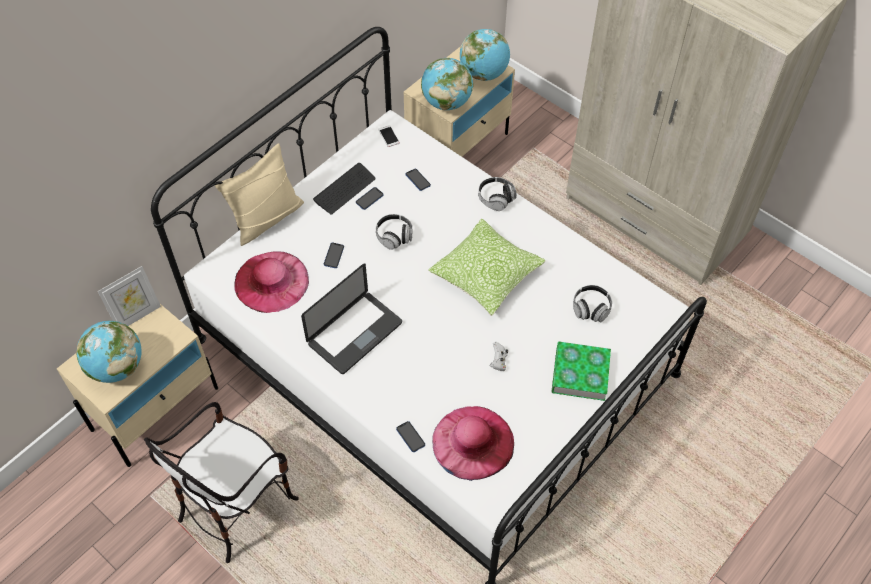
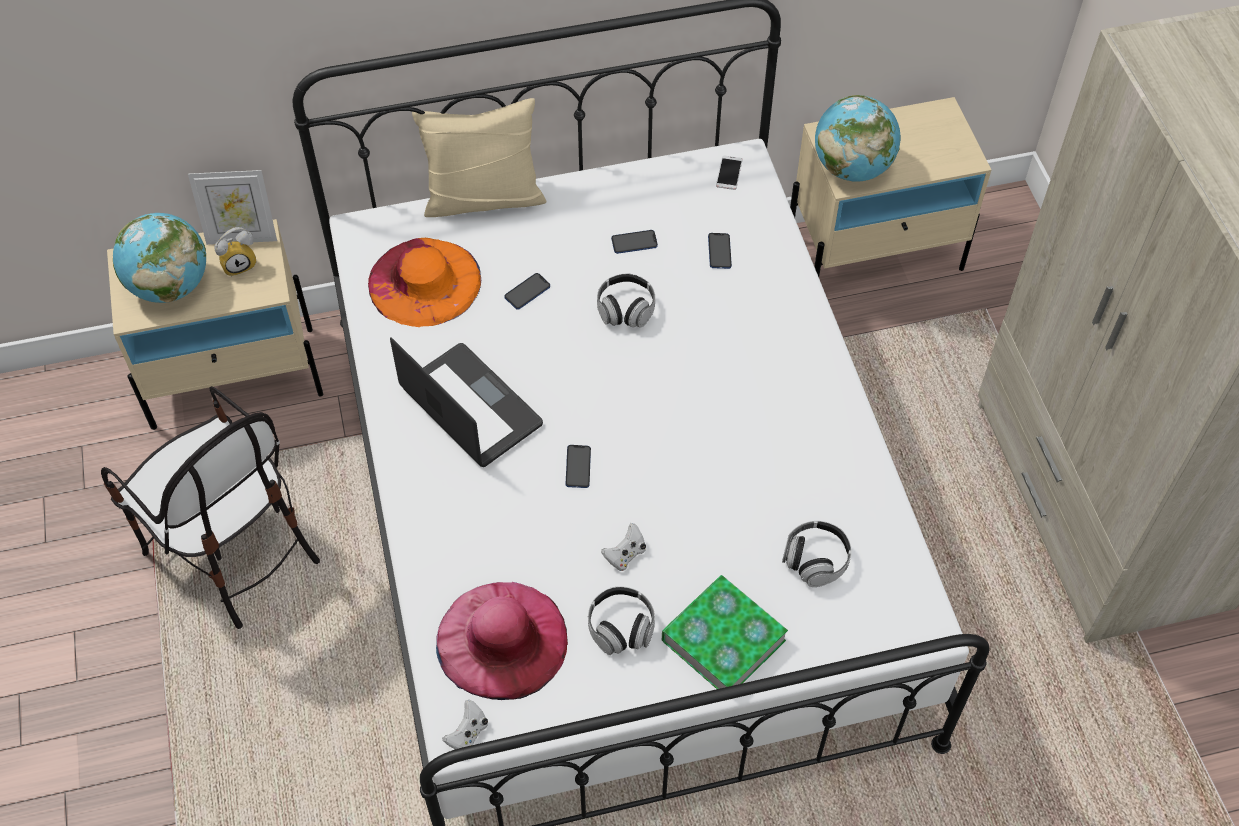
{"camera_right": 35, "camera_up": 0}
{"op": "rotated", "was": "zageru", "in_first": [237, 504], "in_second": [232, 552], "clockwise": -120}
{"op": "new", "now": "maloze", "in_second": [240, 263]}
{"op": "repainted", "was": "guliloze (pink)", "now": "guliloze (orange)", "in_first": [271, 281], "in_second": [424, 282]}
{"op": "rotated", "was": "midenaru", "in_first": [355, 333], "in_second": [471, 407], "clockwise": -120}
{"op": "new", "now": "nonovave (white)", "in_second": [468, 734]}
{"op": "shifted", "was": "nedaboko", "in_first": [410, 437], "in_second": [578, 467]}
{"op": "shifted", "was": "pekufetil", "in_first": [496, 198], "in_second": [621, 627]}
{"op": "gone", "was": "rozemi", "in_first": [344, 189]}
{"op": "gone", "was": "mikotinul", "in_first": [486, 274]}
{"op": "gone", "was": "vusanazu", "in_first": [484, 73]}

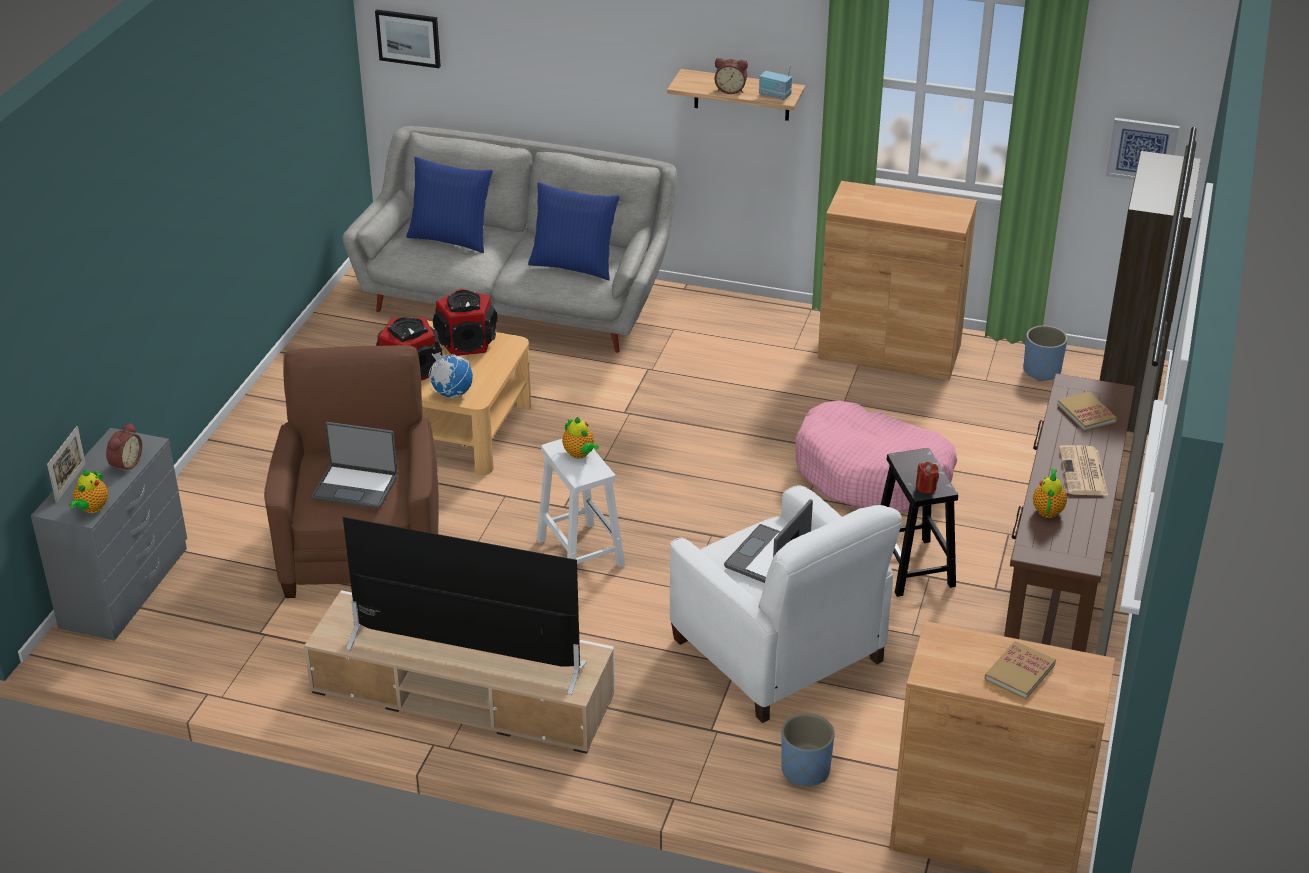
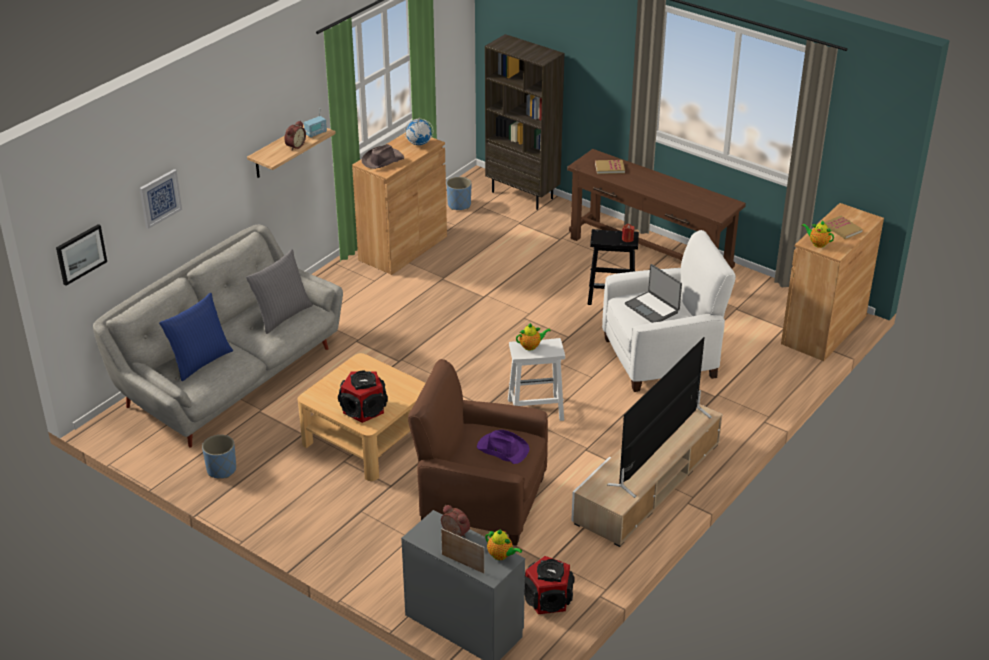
{"camera_right": -70, "camera_up": 0}
{"op": "shifted", "was": "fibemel", "in_first": [1142, 150], "in_second": [159, 198]}
{"op": "shifted", "was": "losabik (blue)", "in_first": [805, 771], "in_second": [221, 470]}
{"op": "repainted", "was": "mikotinul (blue)", "now": "mikotinul (grey)", "in_first": [574, 265], "in_second": [282, 315]}
{"op": "new", "now": "guliloze (brown)", "in_second": [382, 160]}
{"op": "shifted", "was": "vusanazu", "in_first": [451, 393], "in_second": [418, 144]}
{"op": "swapped", "was": "midenaru", "now": "guliloze (purple)", "in_first": [356, 487], "in_second": [502, 449]}
{"op": "shifted", "was": "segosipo", "in_first": [467, 342], "in_second": [548, 599]}
{"op": "shifted", "was": "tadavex", "in_first": [1048, 509], "in_second": [817, 243]}
{"op": "gone", "was": "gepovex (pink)", "in_first": [872, 475]}
{"op": "gone", "was": "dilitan", "in_first": [1083, 472]}

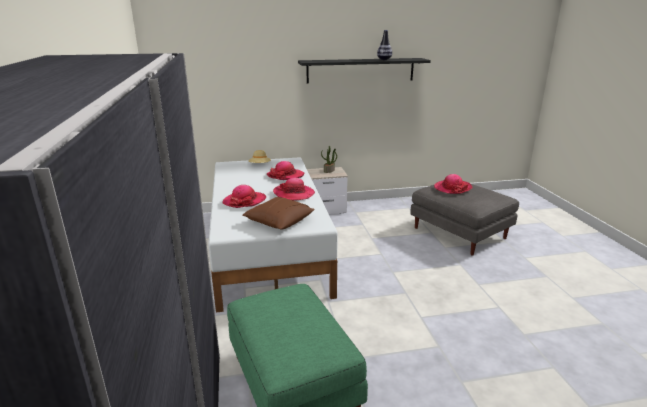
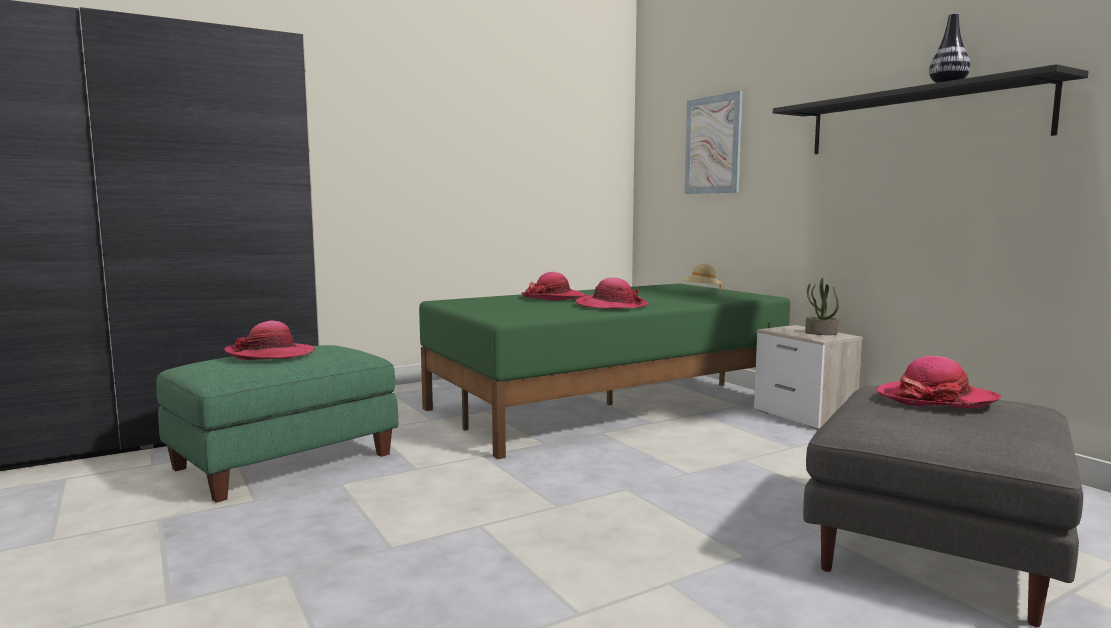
{"camera_right": 70, "camera_up": -15}
{"op": "shifted", "was": "guliloze", "in_first": [285, 175], "in_second": [270, 354]}
{"op": "repainted", "was": "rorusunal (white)", "now": "rorusunal (green)", "in_first": [269, 247], "in_second": [609, 405]}
{"op": "new", "now": "fibemel", "in_second": [713, 145]}
{"op": "gone", "was": "mikotinul (brown)", "in_first": [279, 221]}

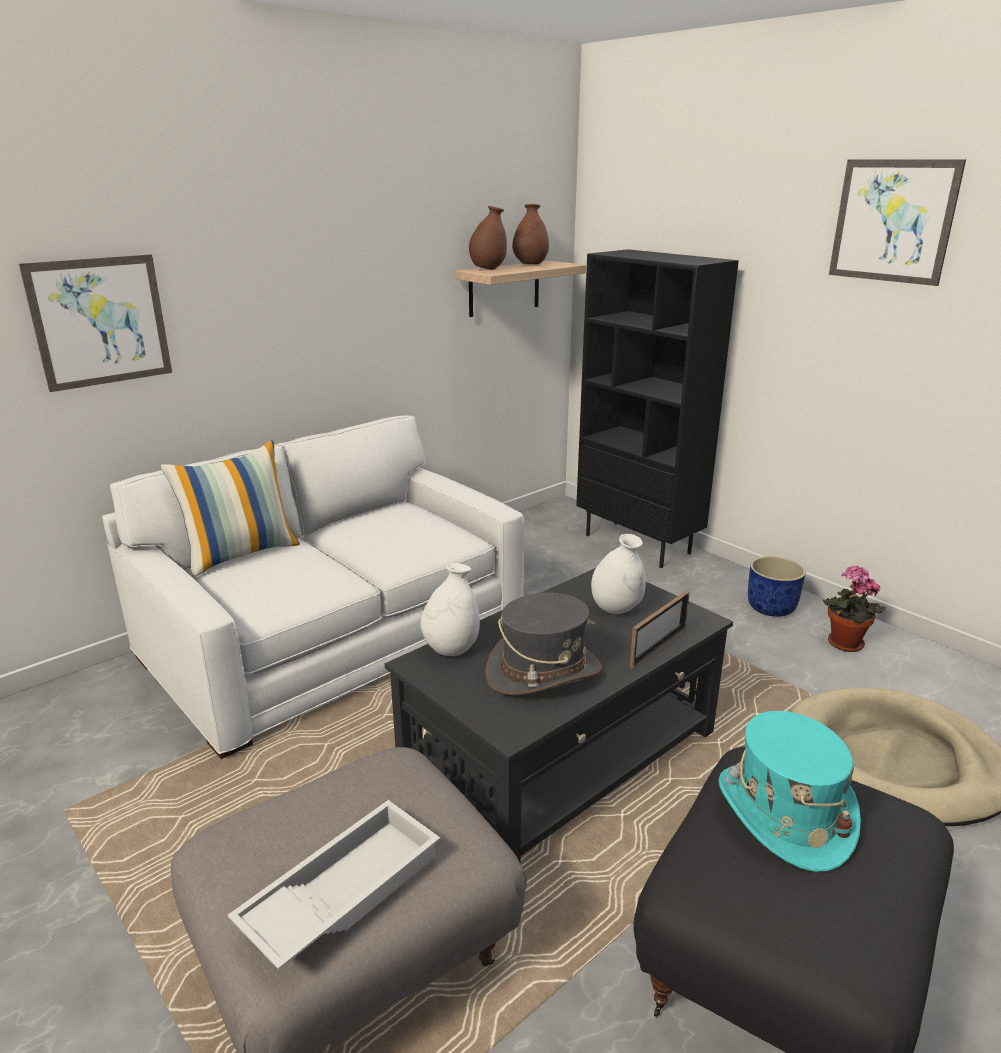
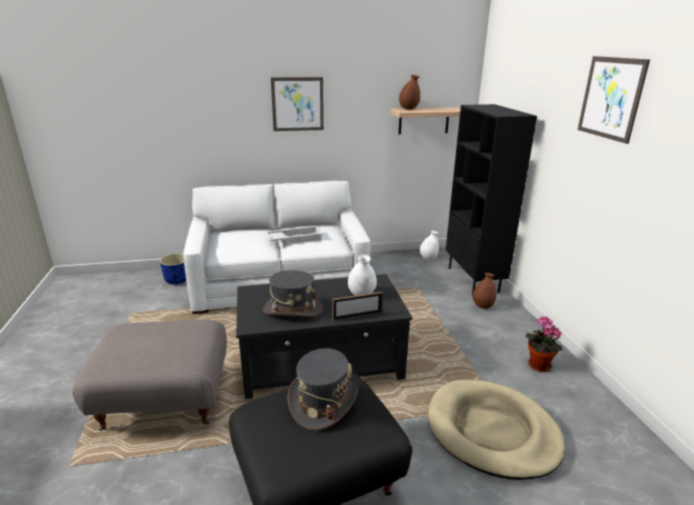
{"camera_right": 30, "camera_up": 0}
{"op": "shifted", "was": "losabik (blue)", "in_first": [772, 608], "in_second": [178, 280]}
{"op": "shifted", "was": "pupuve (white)", "in_first": [341, 891], "in_second": [294, 239]}
{"op": "shifted", "was": "fibemel", "in_first": [100, 322], "in_second": [297, 104]}
{"op": "repainted", "was": "guliloze (turquoise)", "now": "guliloze (grey)", "in_first": [783, 813], "in_second": [322, 402]}
{"op": "shifted", "was": "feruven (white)", "in_first": [451, 649], "in_second": [428, 258]}
{"op": "shifted", "was": "feruven (brown)", "in_first": [530, 264], "in_second": [482, 306]}
{"op": "gone", "was": "mikotinul", "in_first": [241, 554]}

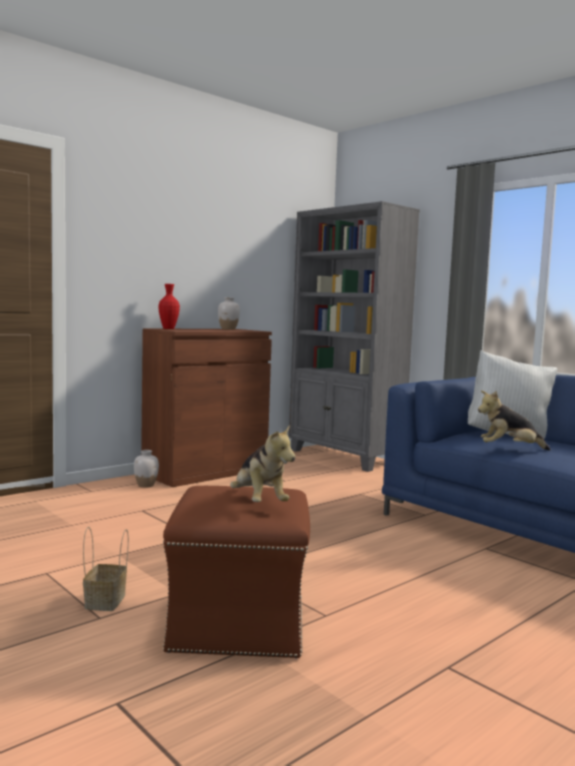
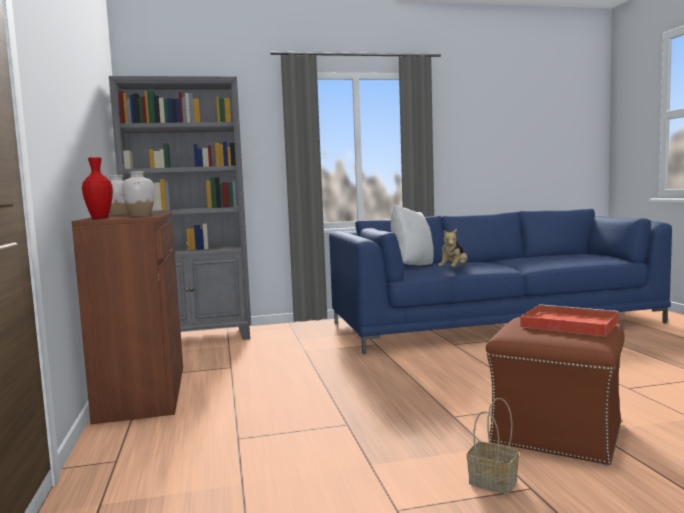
{"camera_right": -60, "camera_up": 0}
{"op": "shifted", "was": "feruven (white)", "in_first": [146, 485], "in_second": [140, 216]}
{"op": "swapped", "was": "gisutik", "now": "pupuve (red)", "in_first": [258, 502], "in_second": [567, 324]}

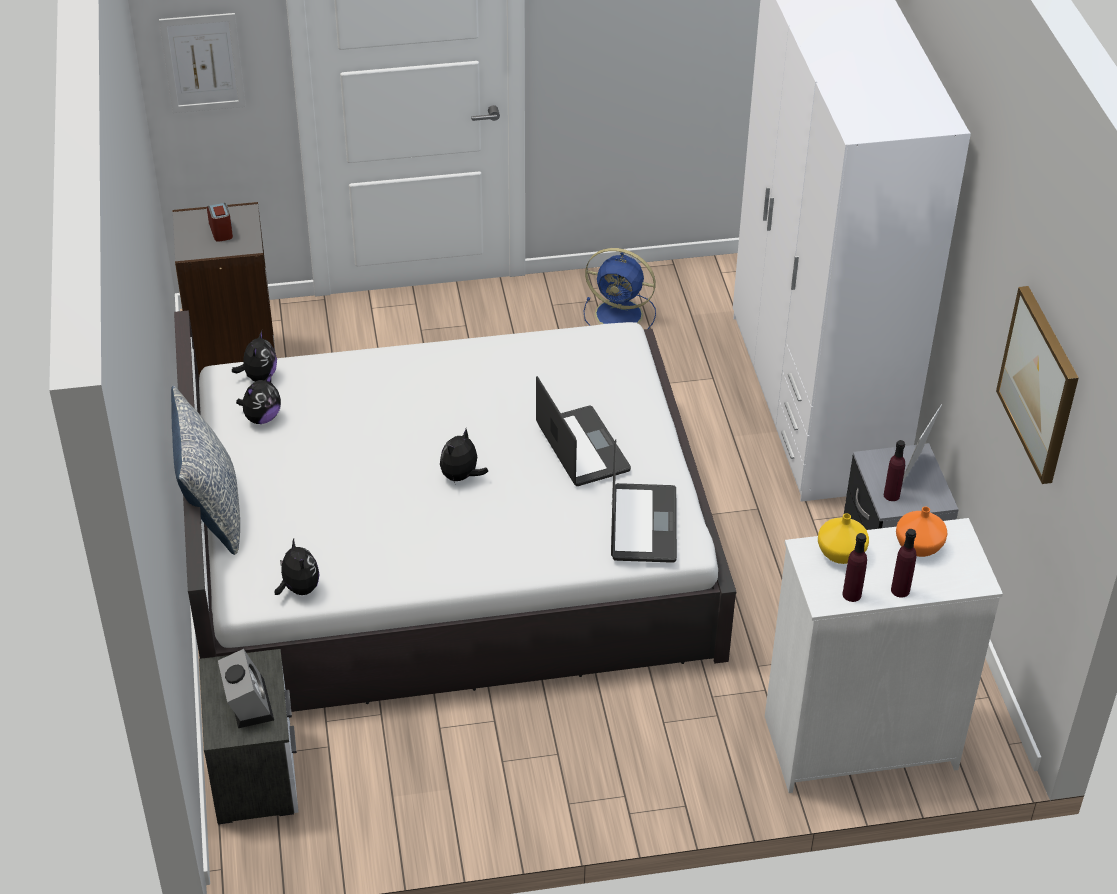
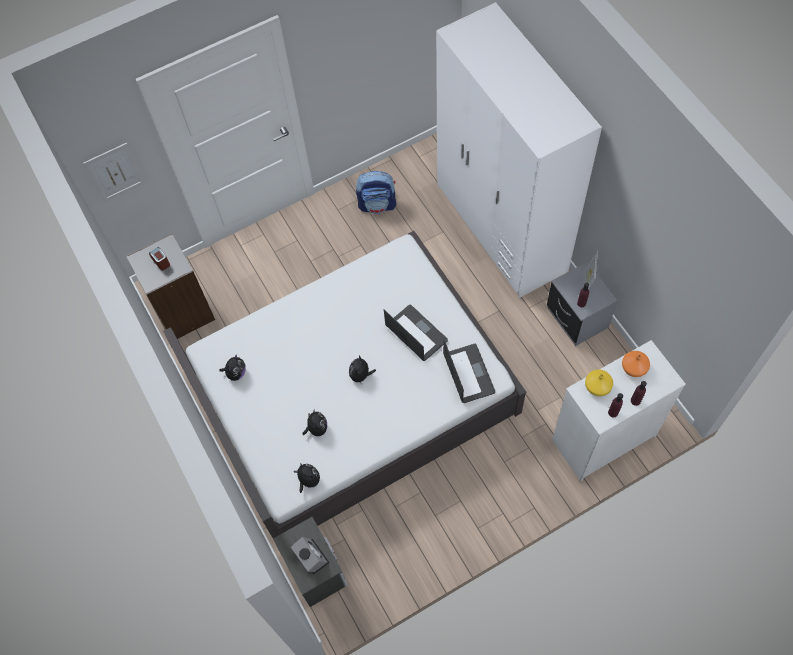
{"camera_right": -15, "camera_up": 20}
{"op": "shifted", "was": "gisutik", "in_first": [259, 377], "in_second": [317, 428]}
{"op": "swapped", "was": "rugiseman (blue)", "now": "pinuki", "in_first": [621, 315], "in_second": [377, 204]}
{"op": "gone", "was": "mikotinul", "in_first": [212, 510]}
{"op": "gone", "was": "fibemel", "in_first": [1040, 384]}

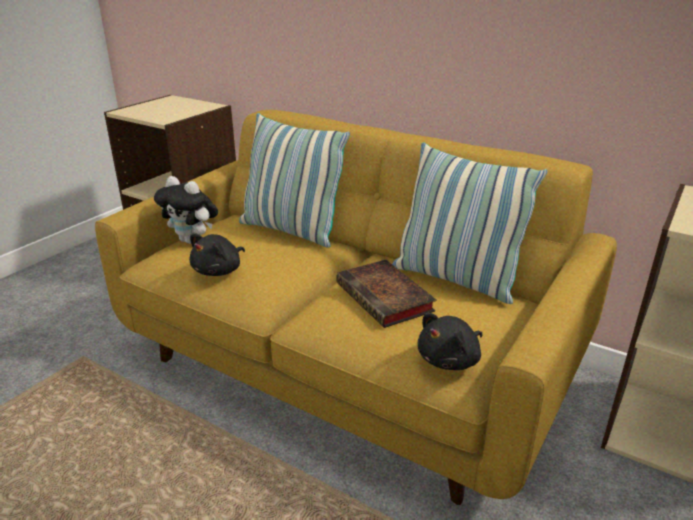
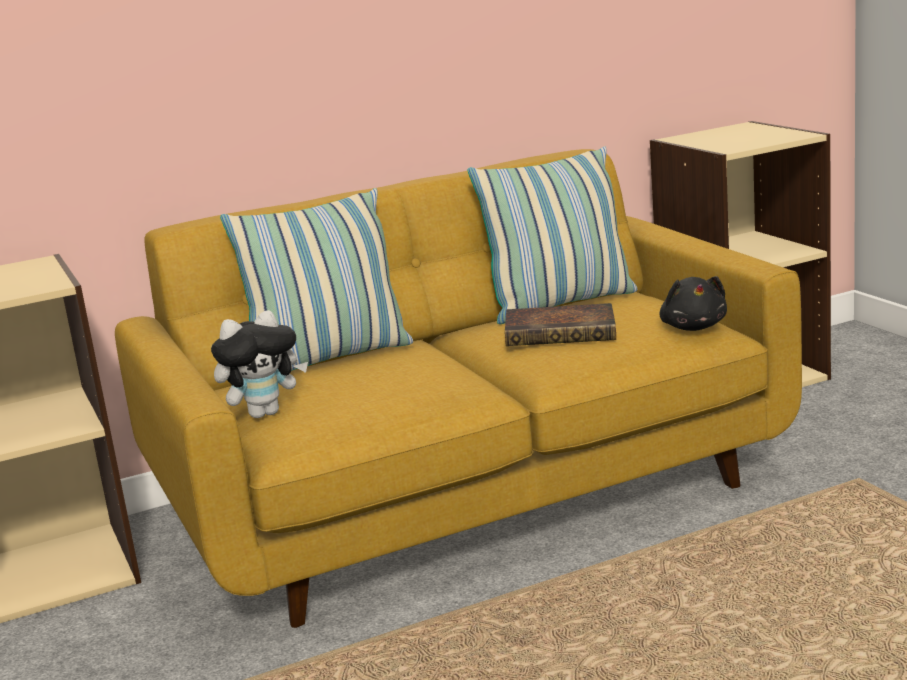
{"camera_right": -55, "camera_up": -10}
{"op": "gone", "was": "gisutik (black)", "in_first": [219, 271]}

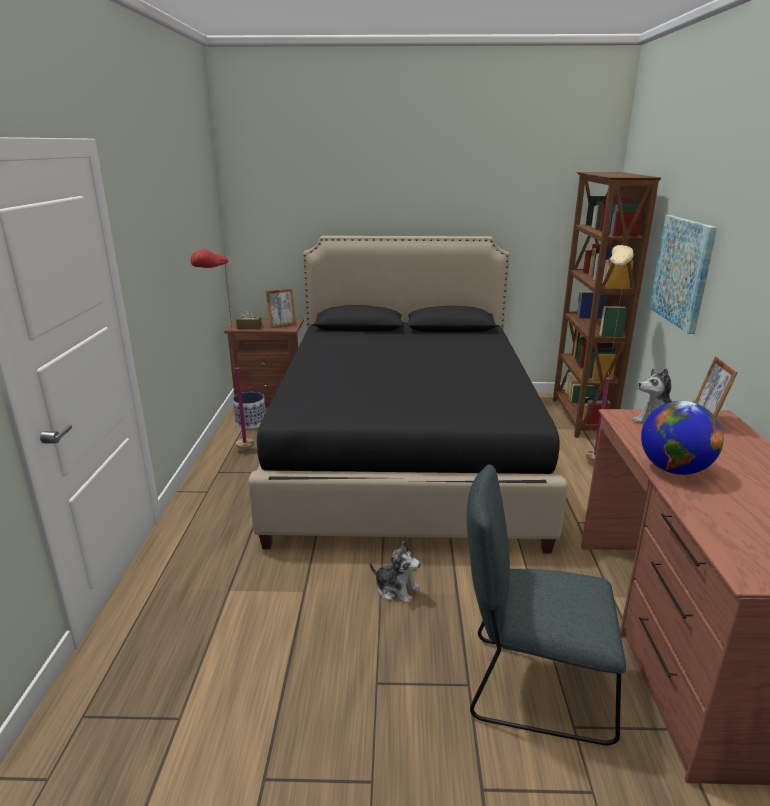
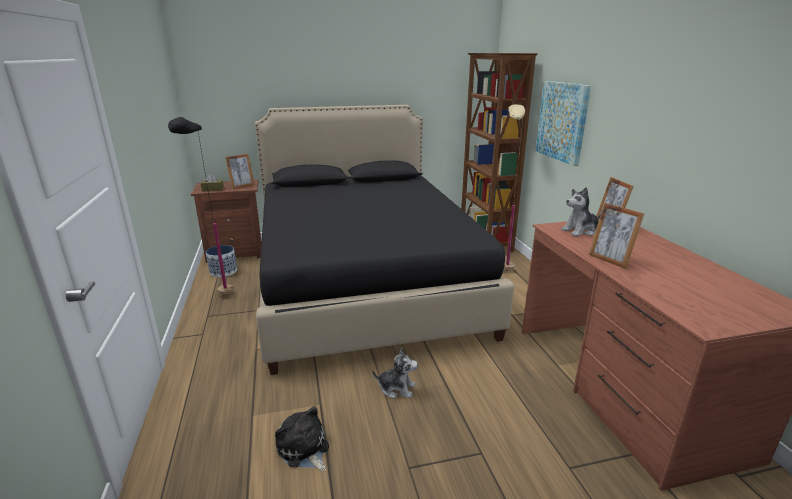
{"camera_right": -15, "camera_up": 0}
{"op": "repainted", "was": "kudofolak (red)", "now": "kudofolak (black)", "in_first": [236, 456], "in_second": [219, 301]}
{"op": "new", "now": "gisutik", "in_second": [304, 450]}
{"op": "swapped", "was": "vusanazu", "now": "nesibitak", "in_first": [674, 469], "in_second": [609, 260]}
{"op": "gone", "was": "zageru (grey)", "in_first": [531, 686]}

